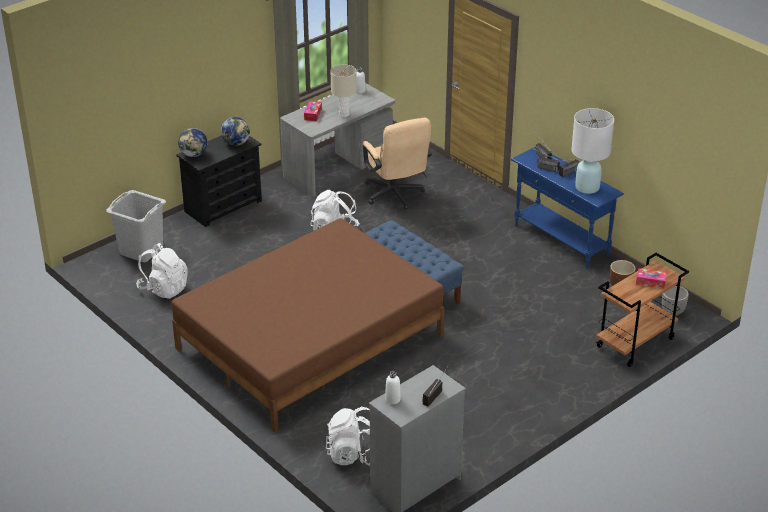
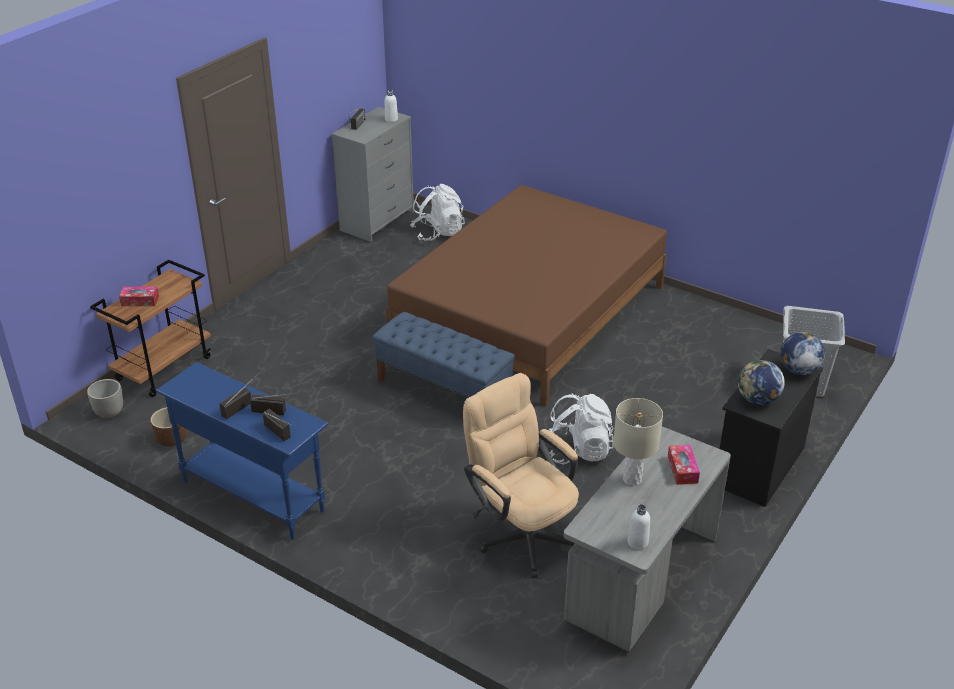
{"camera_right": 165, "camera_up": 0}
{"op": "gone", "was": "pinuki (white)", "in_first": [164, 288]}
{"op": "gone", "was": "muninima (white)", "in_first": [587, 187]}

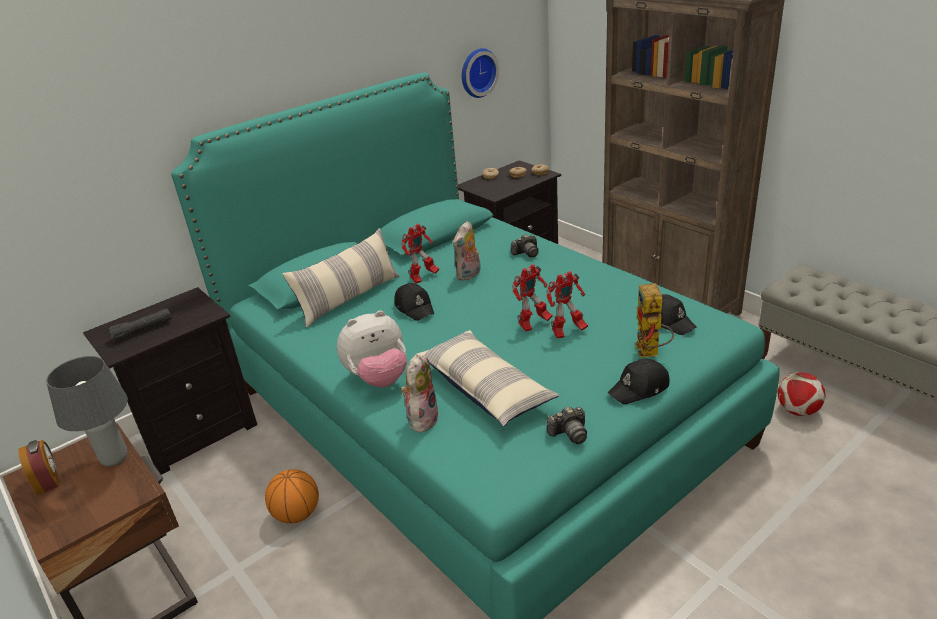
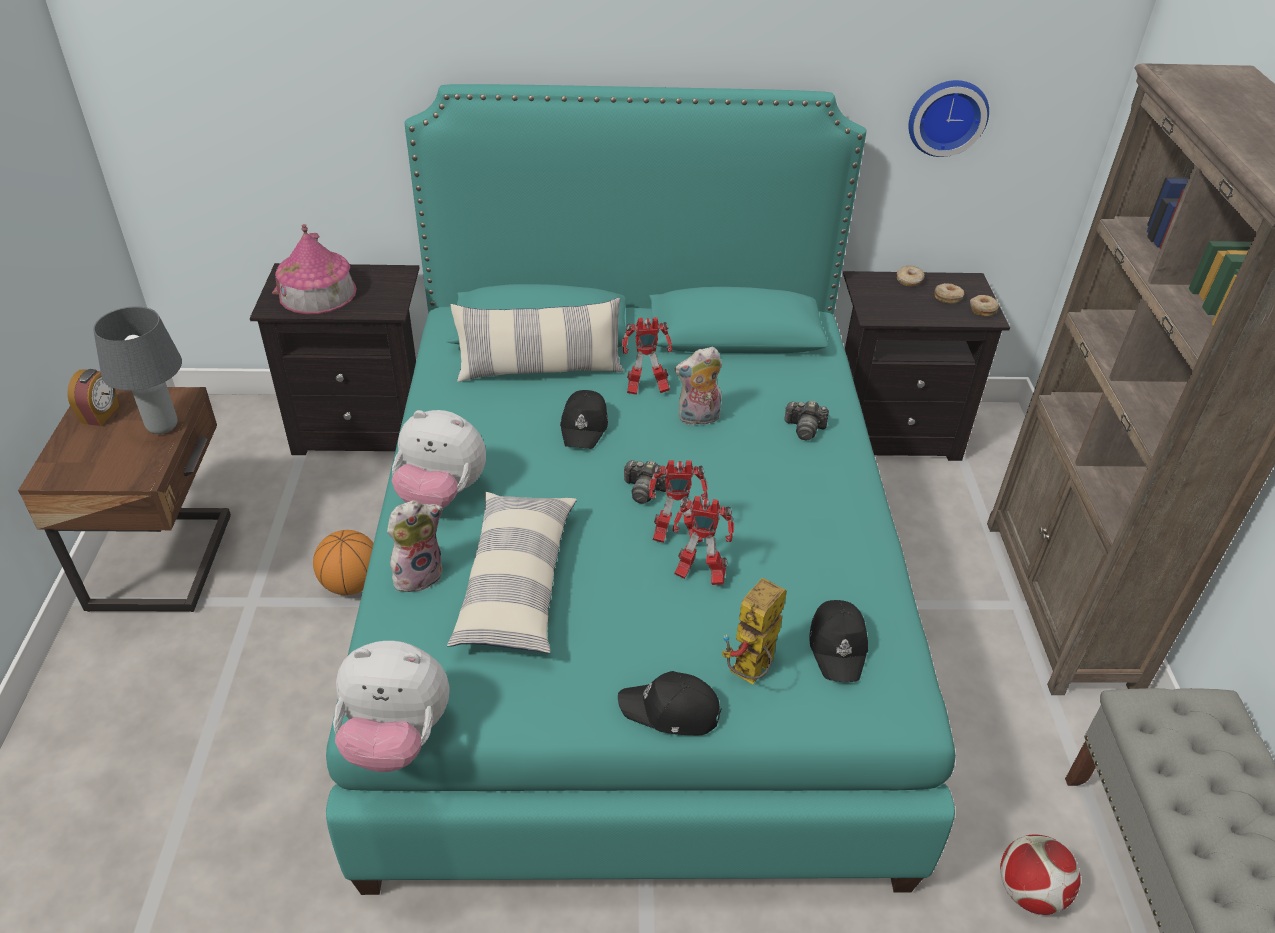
{"camera_right": 35, "camera_up": 10}
{"op": "swapped", "was": "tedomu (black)", "now": "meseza", "in_first": [143, 330], "in_second": [317, 293]}
{"op": "new", "now": "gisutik", "in_second": [396, 738]}
{"op": "shifted", "was": "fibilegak", "in_first": [569, 434], "in_second": [644, 490]}

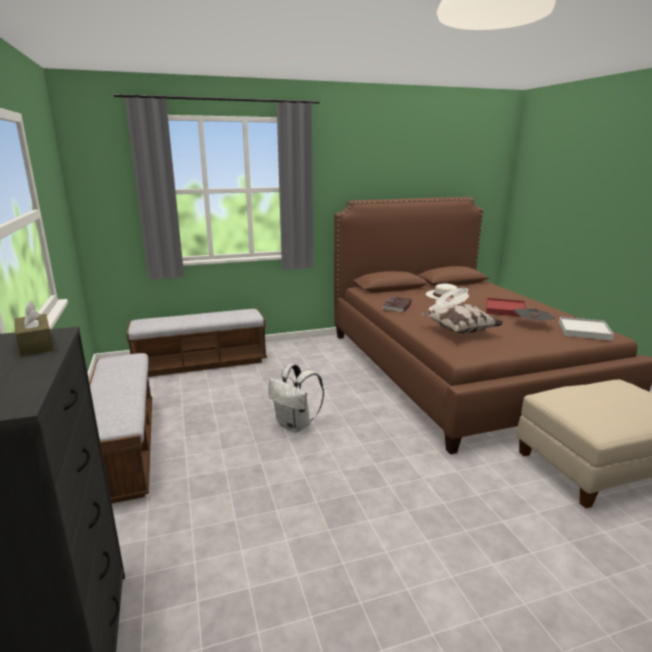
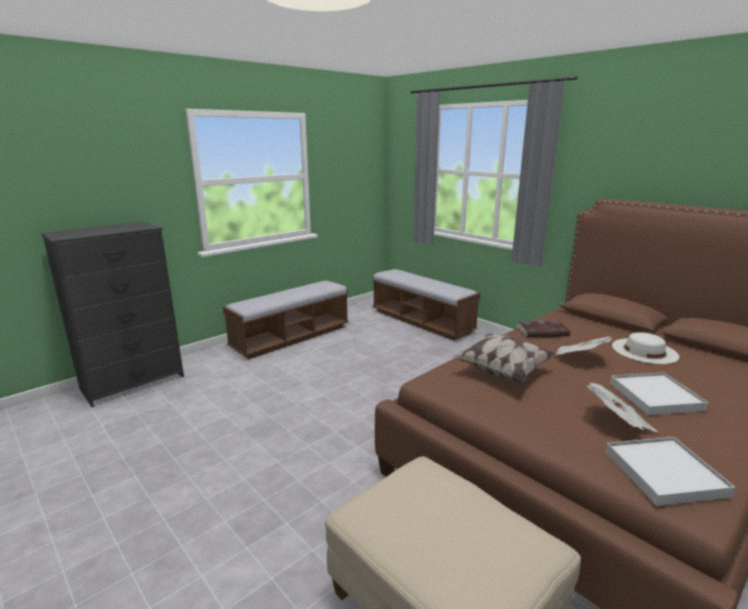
{"camera_right": 65, "camera_up": 0}
{"op": "repainted", "was": "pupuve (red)", "now": "pupuve (white)", "in_first": [505, 309], "in_second": [655, 396]}
{"op": "gone", "was": "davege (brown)", "in_first": [36, 344]}
{"op": "gone", "was": "pinuki (white)", "in_first": [295, 425]}

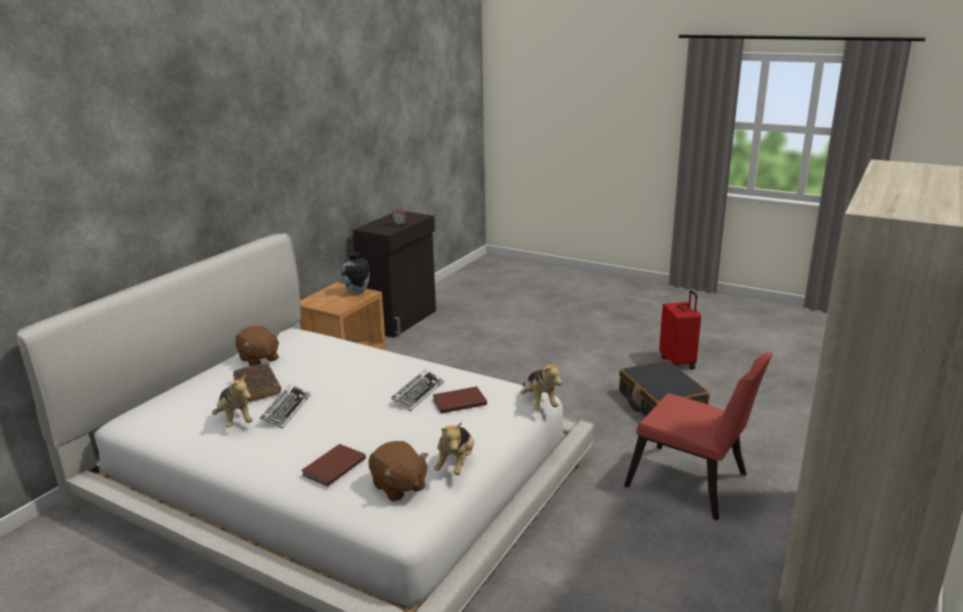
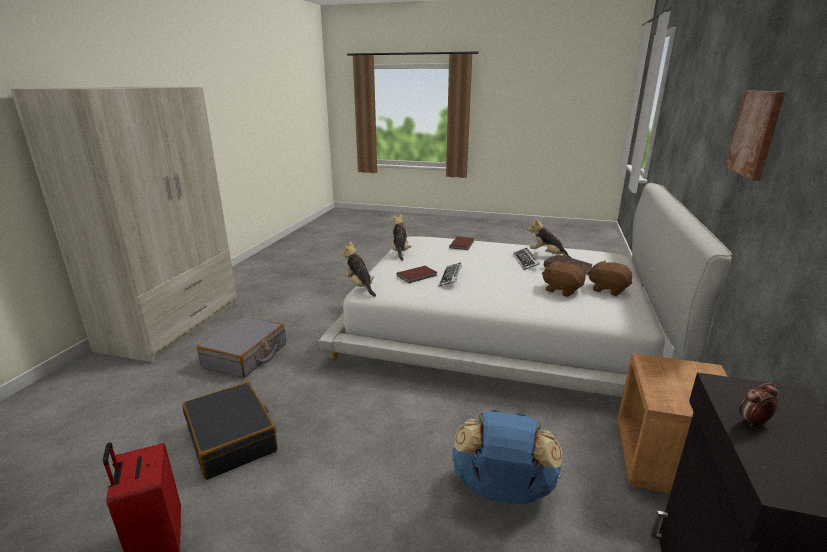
{"camera_right": 165, "camera_up": 0}
{"op": "swapped", "was": "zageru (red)", "now": "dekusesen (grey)", "in_first": [692, 484], "in_second": [246, 356]}
{"op": "new", "now": "pinuki (blue)", "in_second": [502, 491]}
{"op": "shifted", "was": "gisutik (brown)", "in_first": [399, 487], "in_second": [562, 290]}
{"op": "new", "now": "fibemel", "in_second": [755, 133]}
{"op": "gone", "was": "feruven", "in_first": [356, 292]}

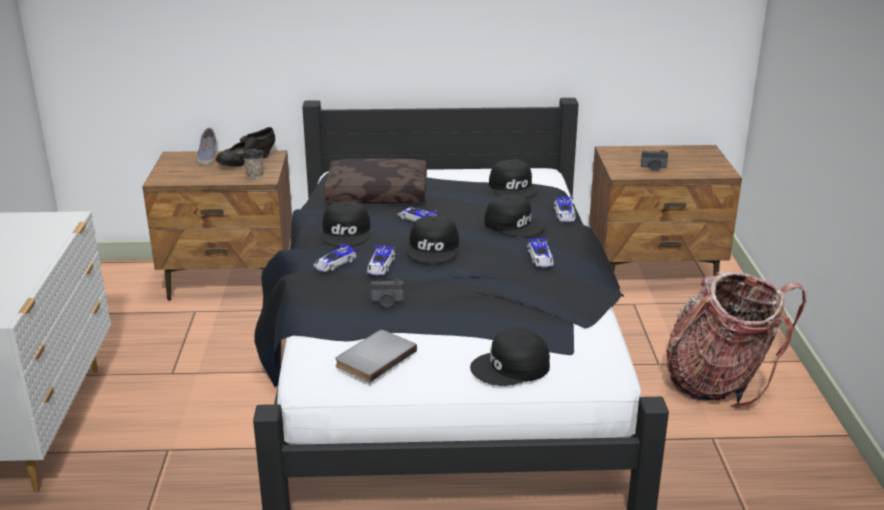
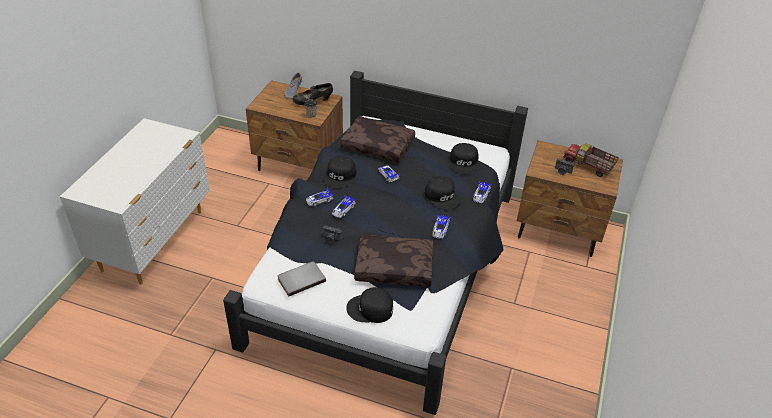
{"camera_right": 20, "camera_up": 15}
{"op": "new", "now": "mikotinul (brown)", "in_second": [395, 266]}
{"op": "new", "now": "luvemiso", "in_second": [588, 166]}
{"op": "gone", "was": "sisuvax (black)", "in_first": [434, 248]}
{"op": "gone", "was": "pinuki", "in_first": [720, 383]}

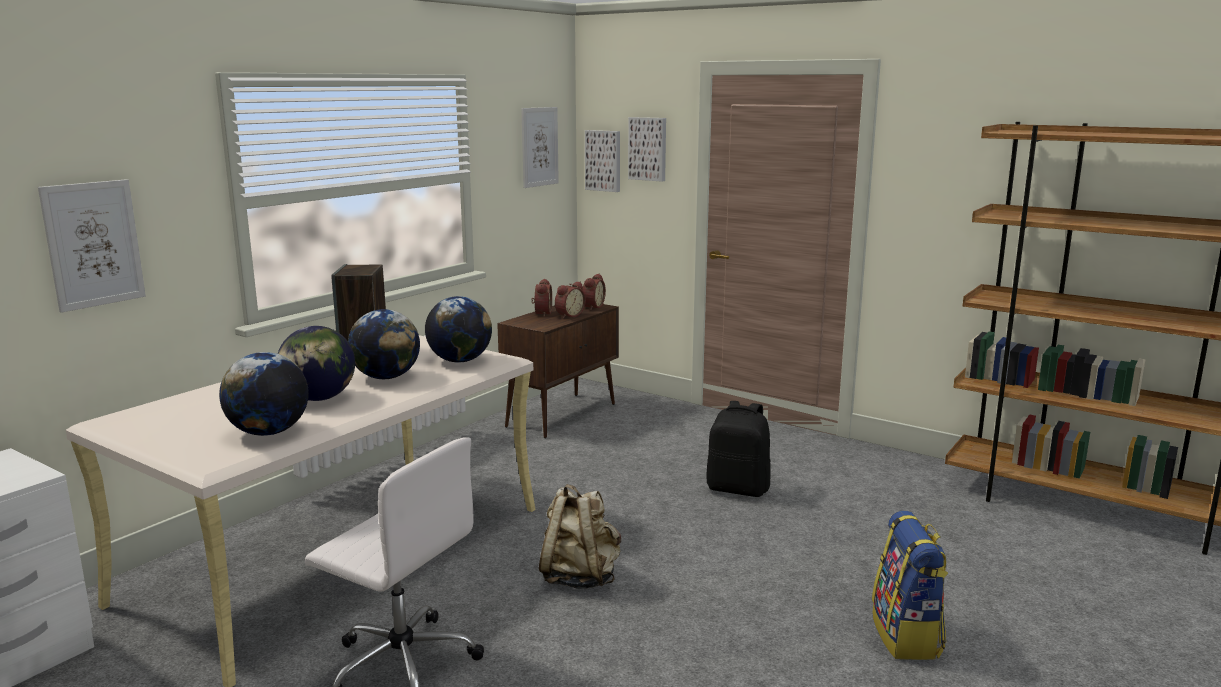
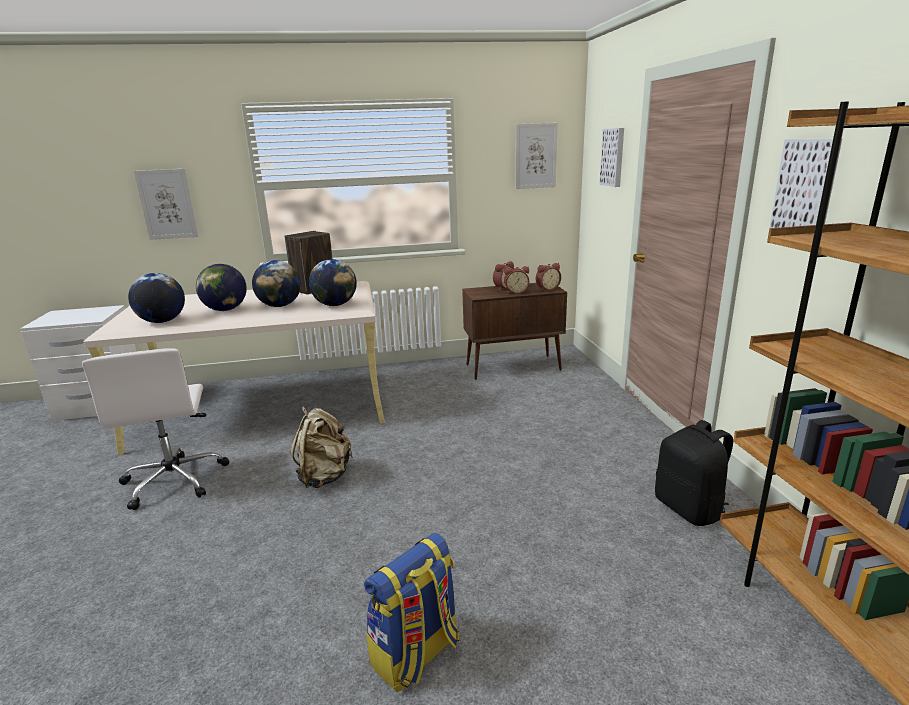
{"camera_right": 45, "camera_up": 5}
{"op": "shifted", "was": "pinuki (black)", "in_first": [738, 488], "in_second": [690, 508]}
{"op": "shifted", "was": "fibemel", "in_first": [604, 160], "in_second": [807, 188]}

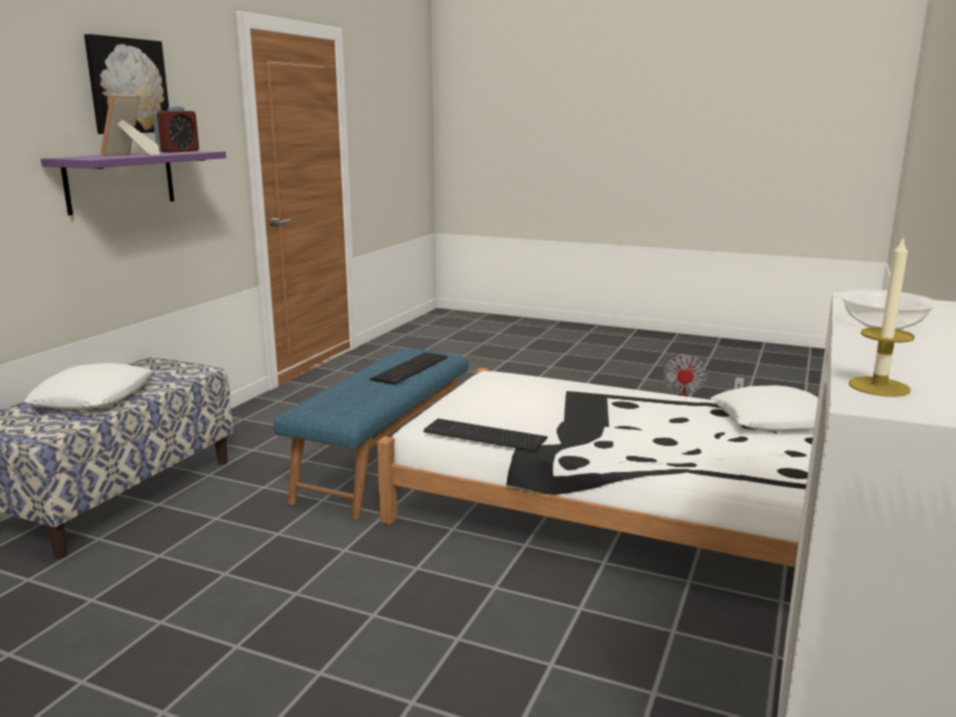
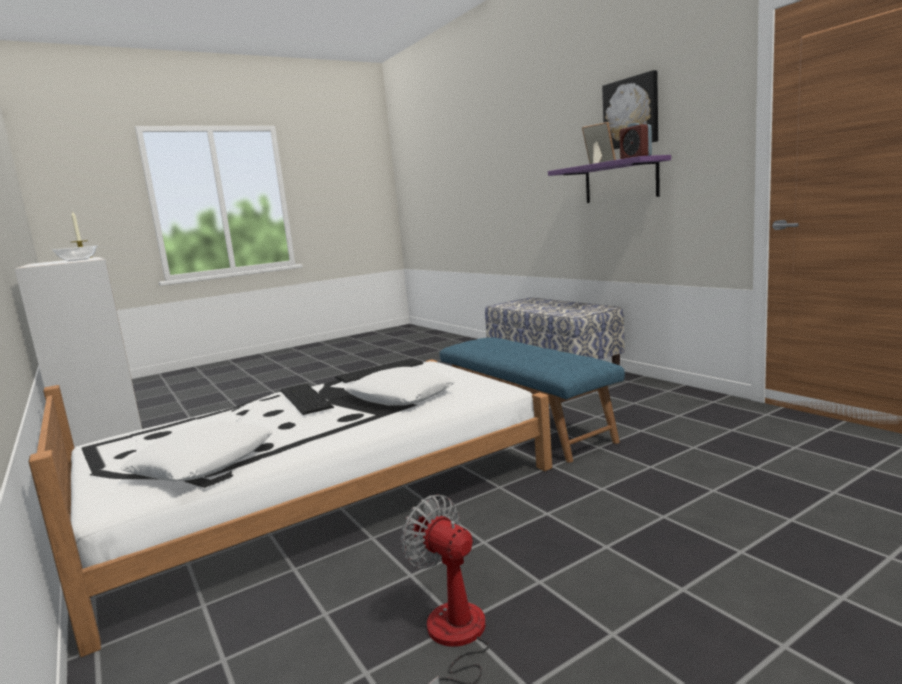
{"camera_right": 125, "camera_up": -5}
{"op": "shifted", "was": "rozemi", "in_first": [412, 368], "in_second": [304, 399]}
{"op": "shifted", "was": "mikotinul (white)", "in_first": [93, 397], "in_second": [400, 396]}

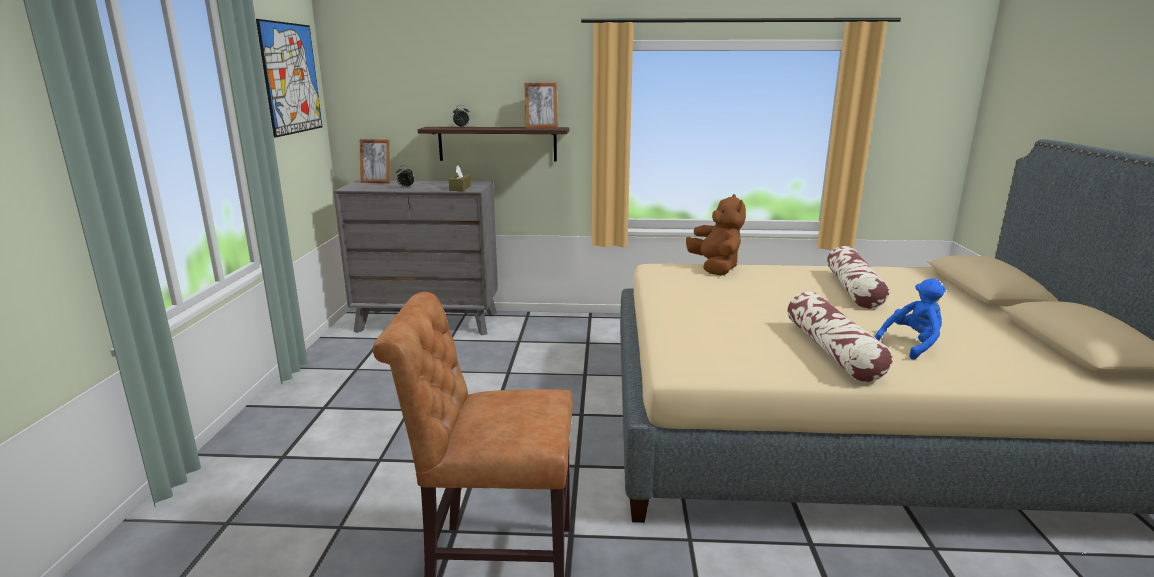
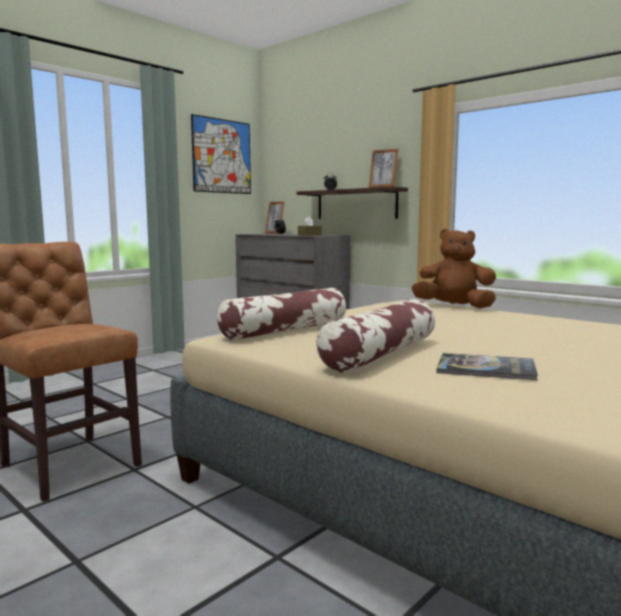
{"camera_right": 40, "camera_up": -10}
{"op": "shifted", "was": "mikotinul", "in_first": [853, 290], "in_second": [285, 330]}
{"op": "rotated", "was": "gisutik (brown)", "in_first": [715, 268], "in_second": [454, 307], "clockwise": -105}
{"op": "swapped", "was": "gisutik (blue)", "now": "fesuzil", "in_first": [912, 345], "in_second": [486, 368]}

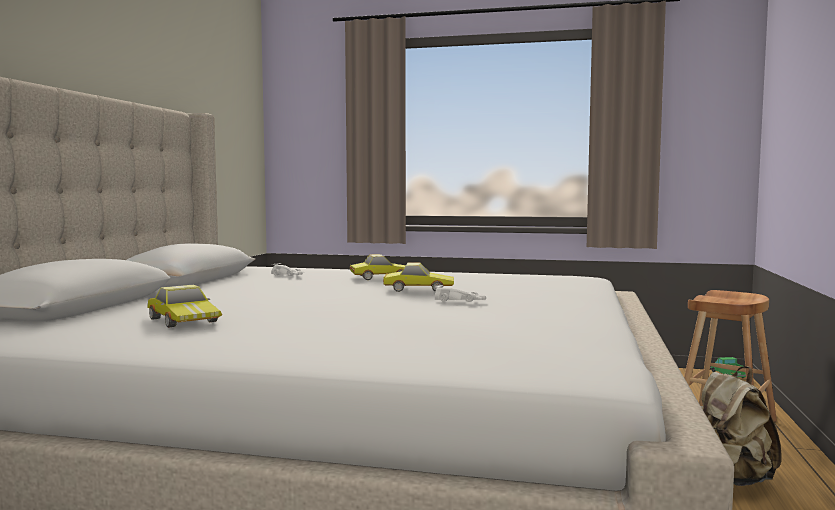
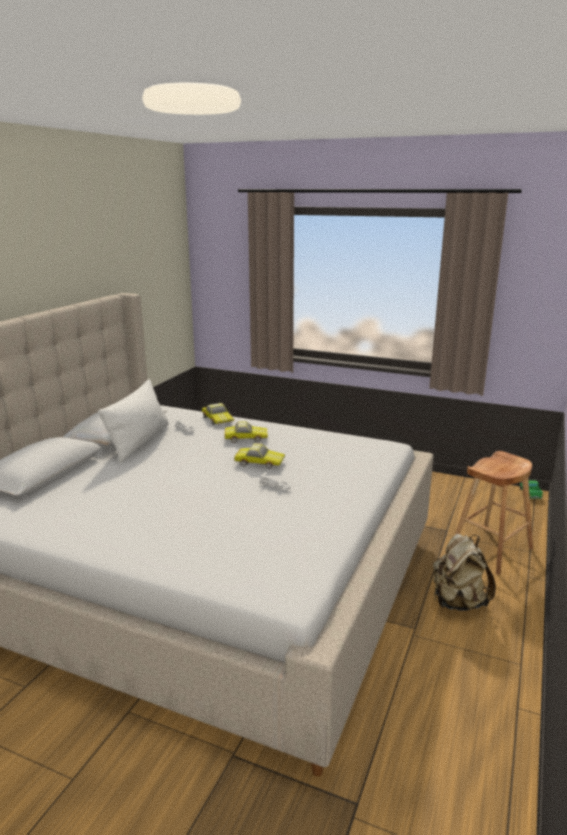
{"camera_right": 10, "camera_up": 15}
{"op": "new", "now": "mikotinul (white)", "in_second": [139, 442]}
{"op": "shifted", "was": "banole", "in_first": [185, 320], "in_second": [218, 419]}

